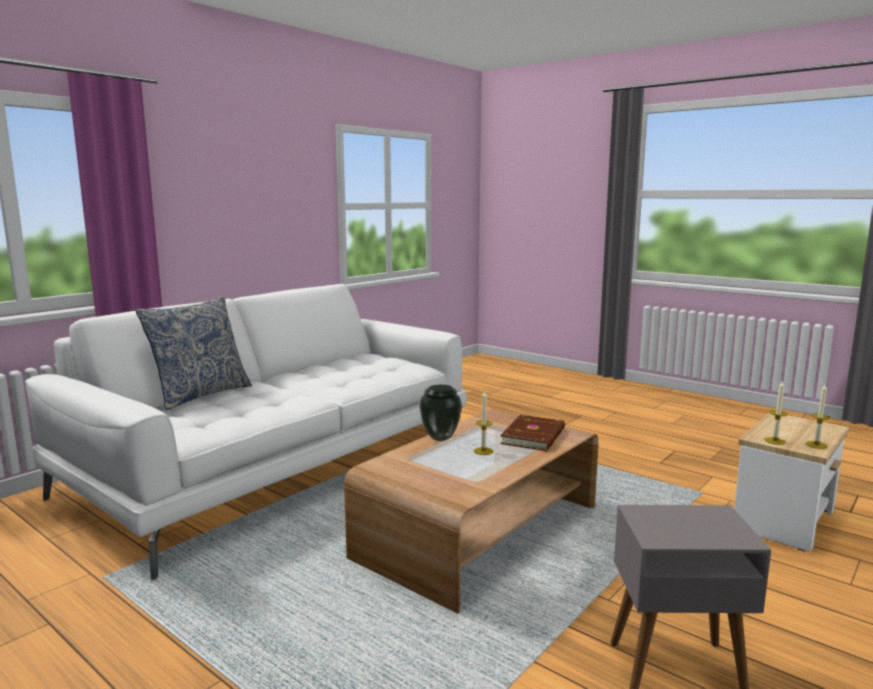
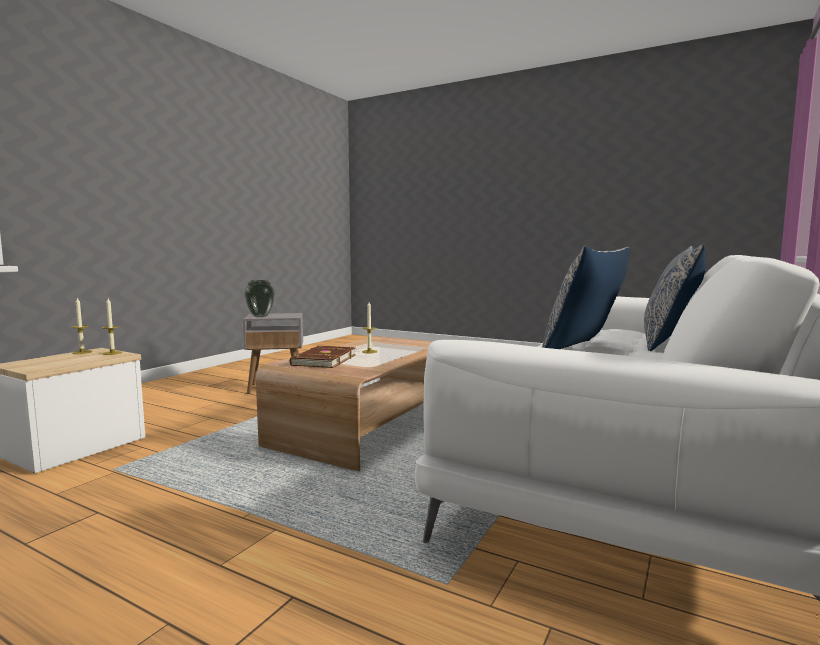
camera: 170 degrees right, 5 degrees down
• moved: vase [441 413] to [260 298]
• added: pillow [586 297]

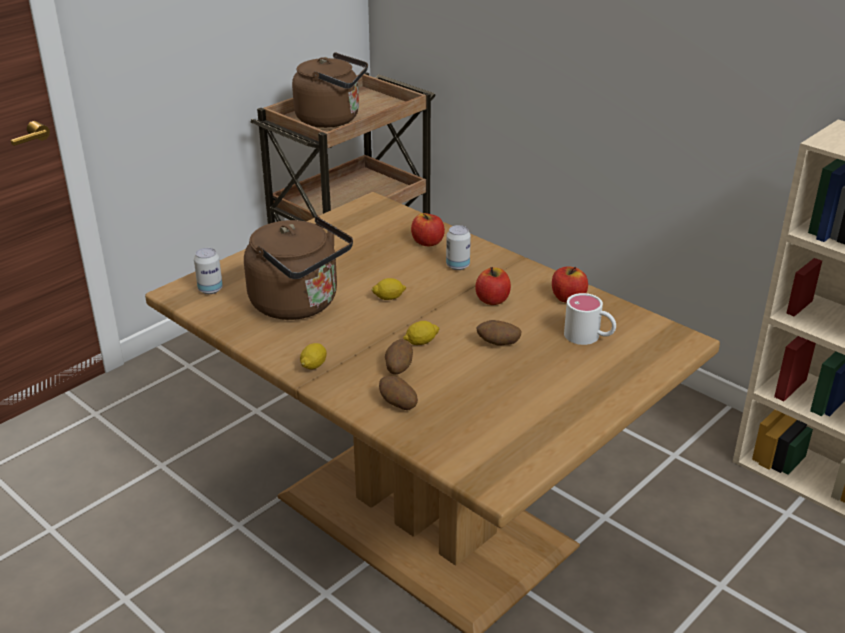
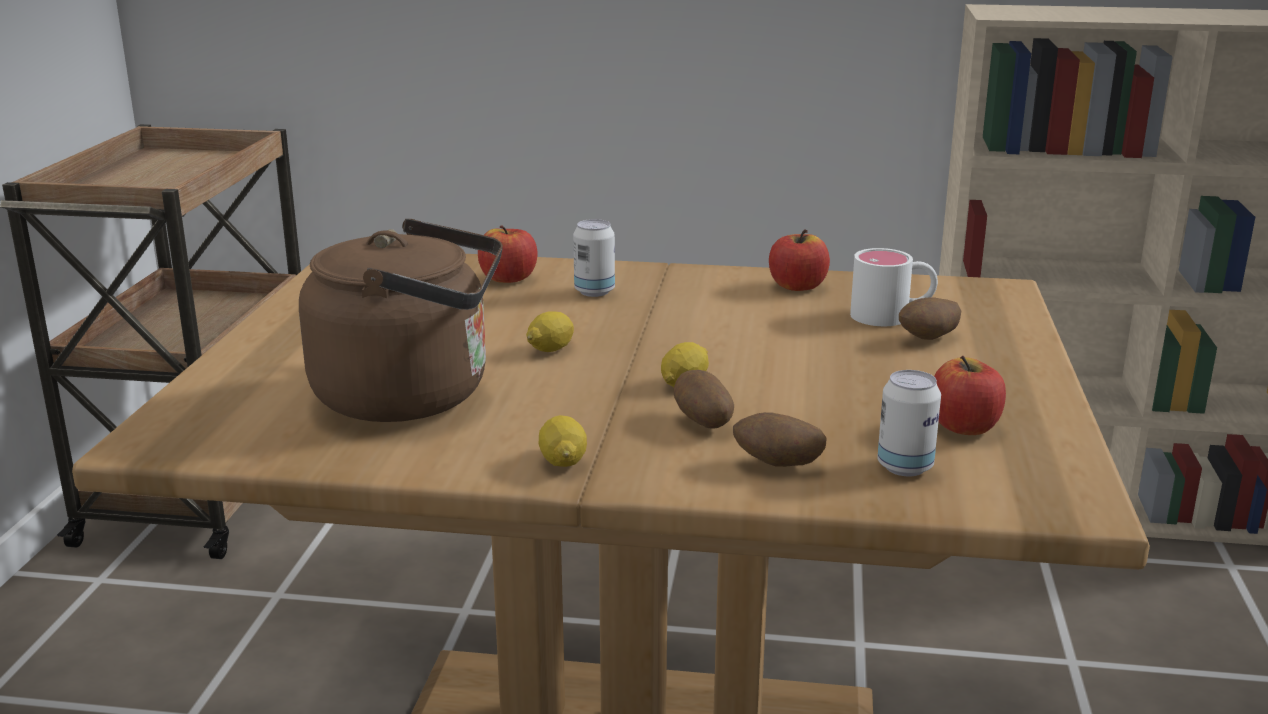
camera: 35 degrees left, 10 degrees down
• removed: brown kettle [330 90]
• moved: can [208 271] to [909 423]
• moved: apple [493 286] to [970 395]
• moved: potato [499 332] to [930 318]

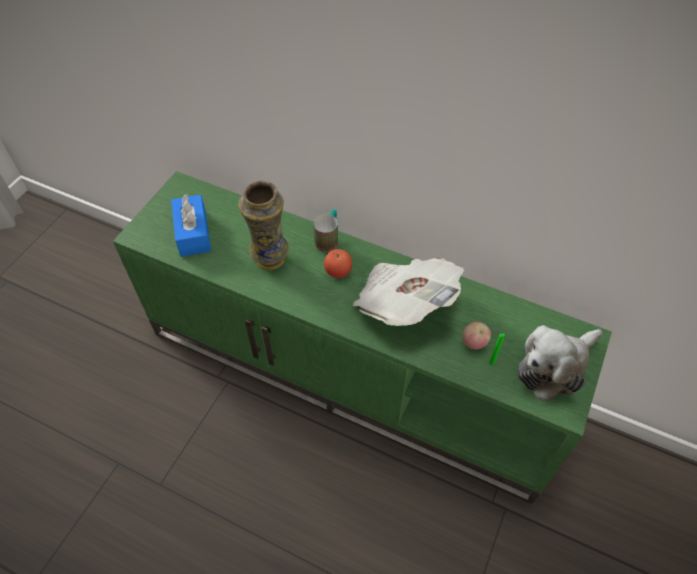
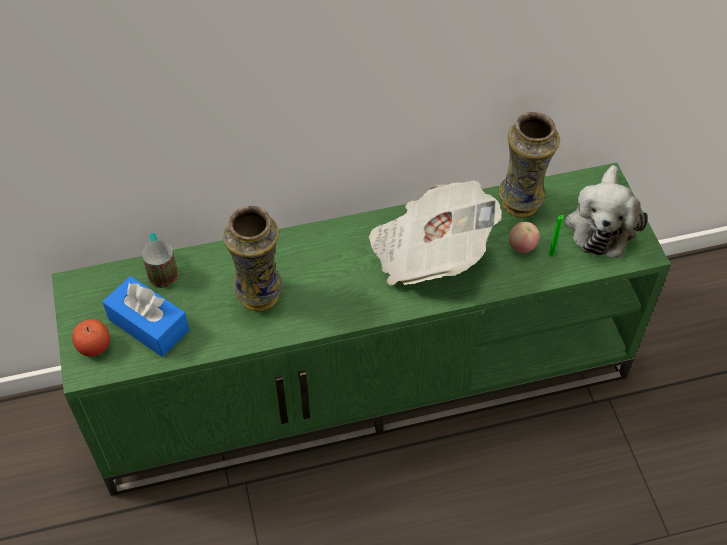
camera: 40 degrees left, 0 degrees up
• moved: mug [325 231] to [160 260]
• moved: apple [338 263] to [91 338]
• added: vase [529 165]

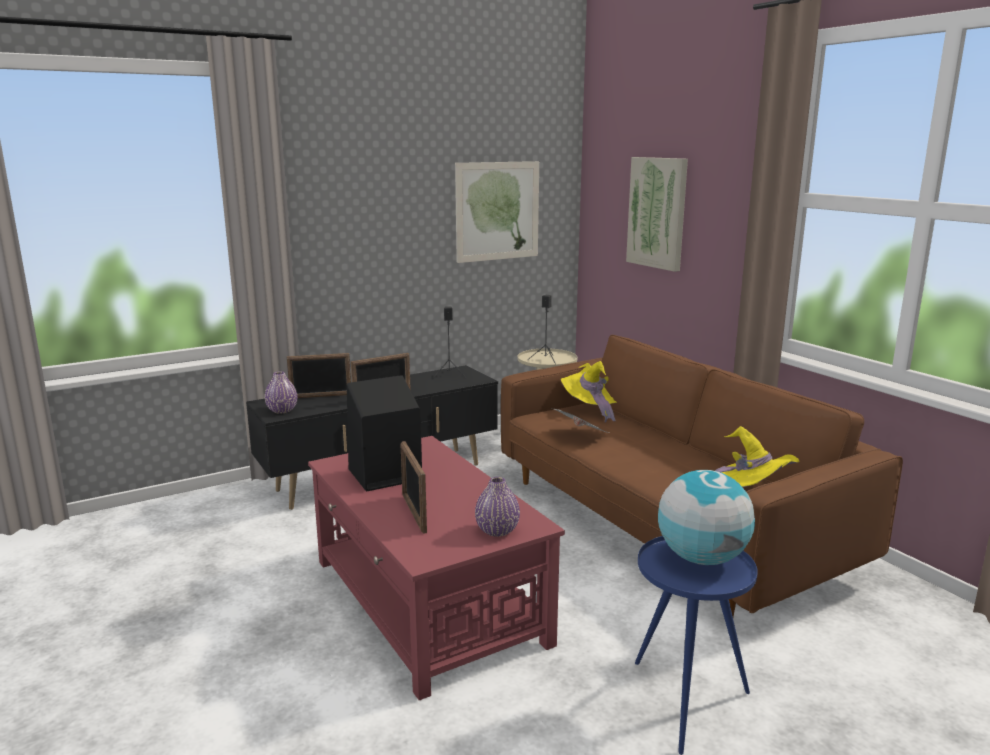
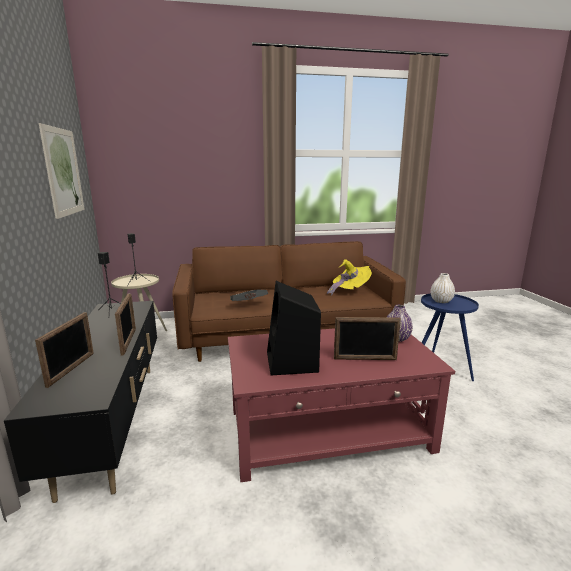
camera: 70 degrees left, 0 degrees up
• removed: picture [657 214]
• removed: yellow hat [589 391]
• removed: purple vase [281 392]
• replaced: globe [706 517] to white vase [442 288]

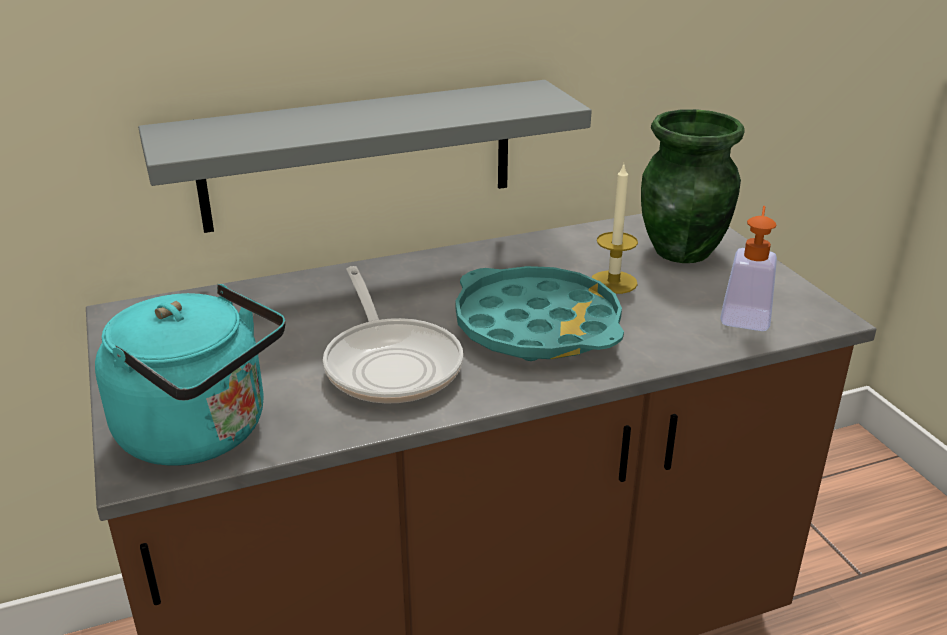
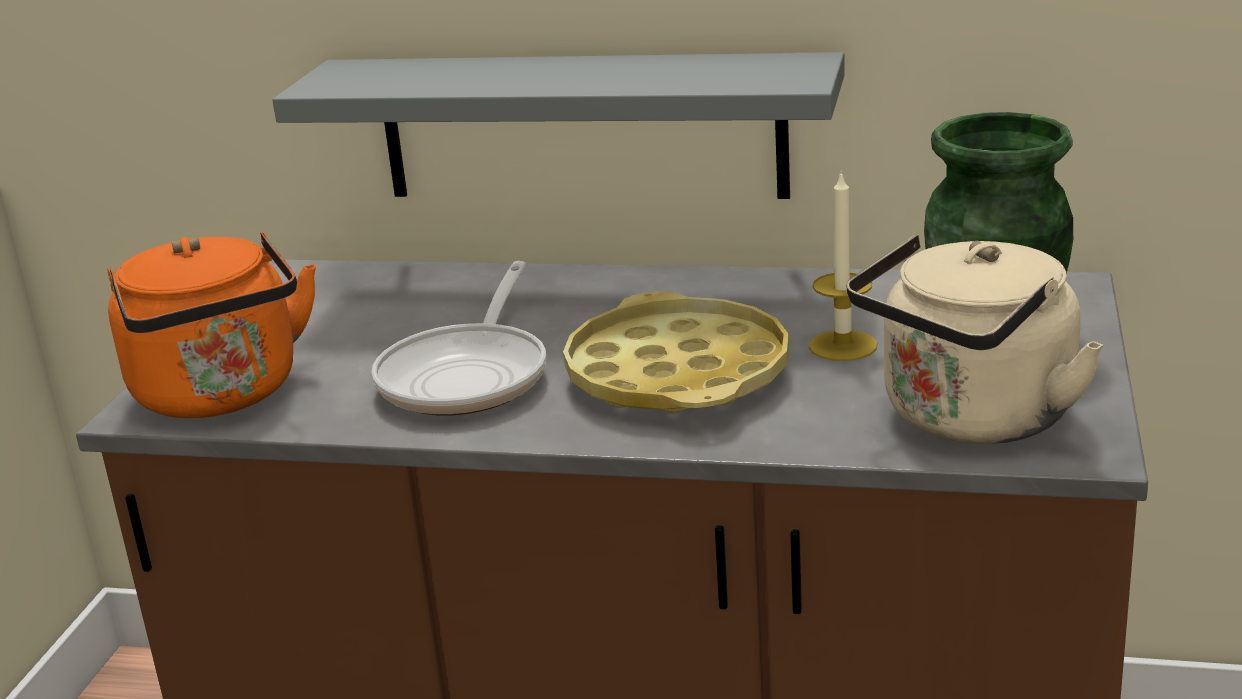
camera: 35 degrees right, 5 degrees down
• replaced: soap dispenser [748 268] to beige kettle [975 339]
• recoloured: turquoise tray [540 313] to yellow tray [676 352]
• recoloured: turquoise kettle [190 375] to orange kettle [211 325]

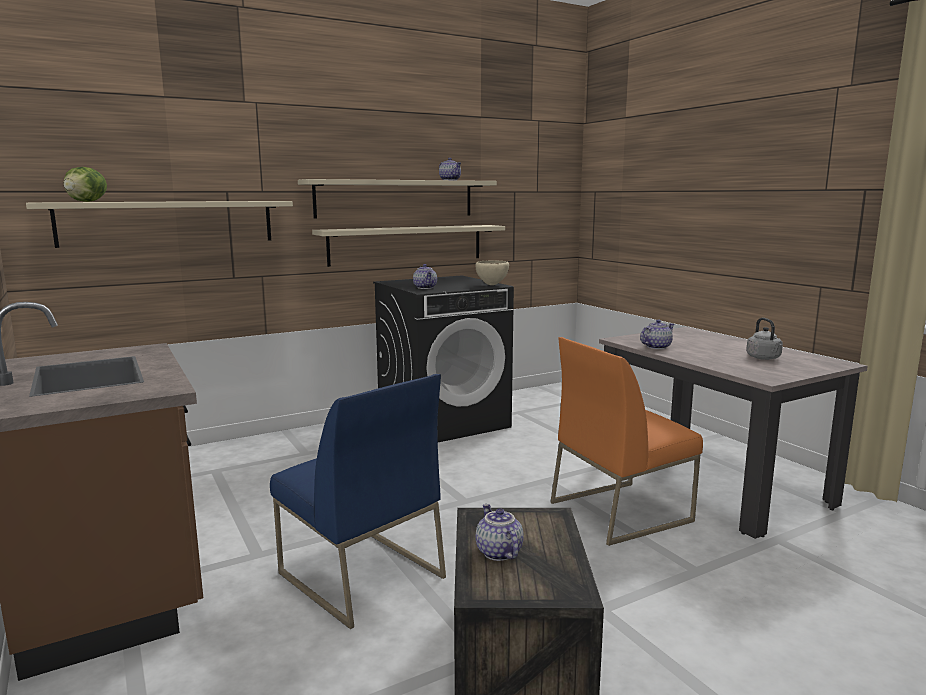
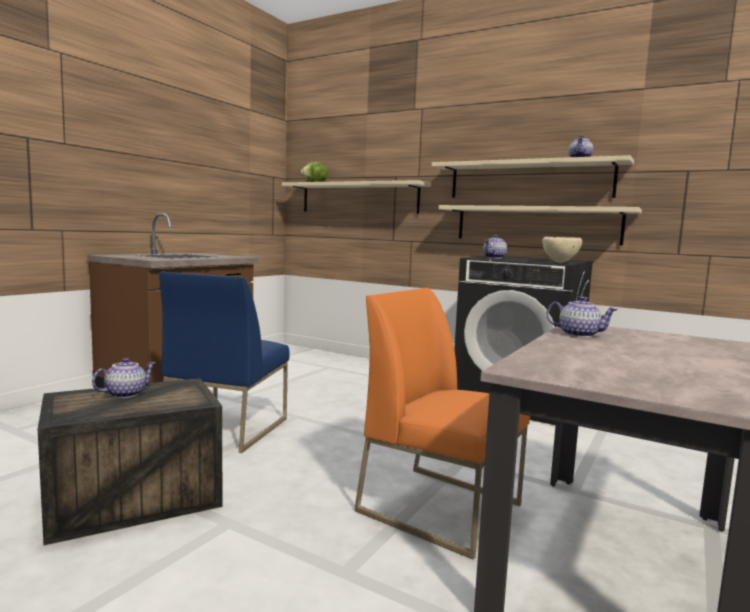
camera: 60 degrees right, 5 degrees down
• removed: grey kettle [764 339]

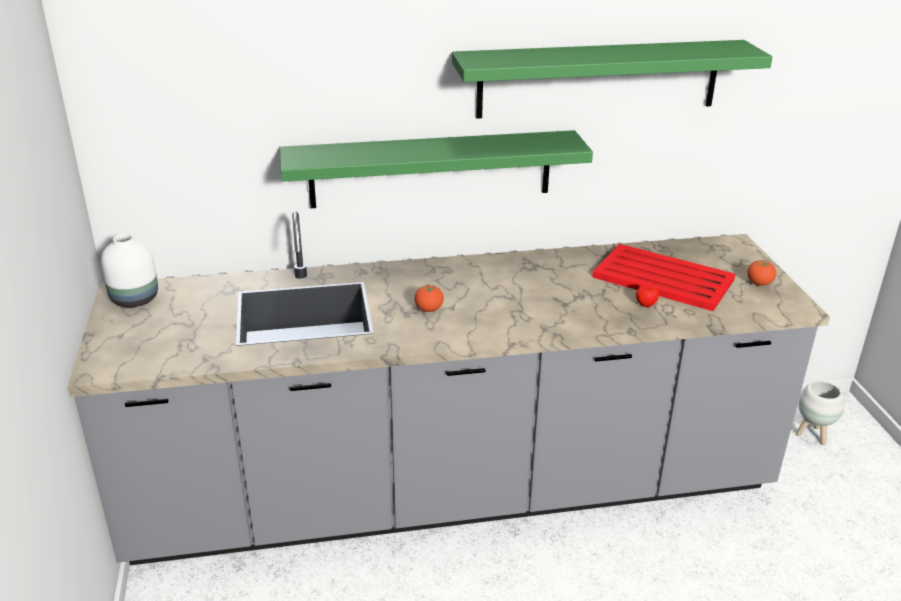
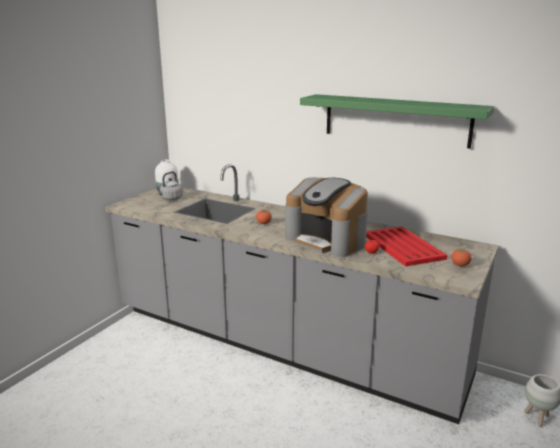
camera: 40 degrees right, 10 degrees down
• removed: green shelf [436 169]
• added: grey kettle [169 186]
• added: coffee machine [326 217]

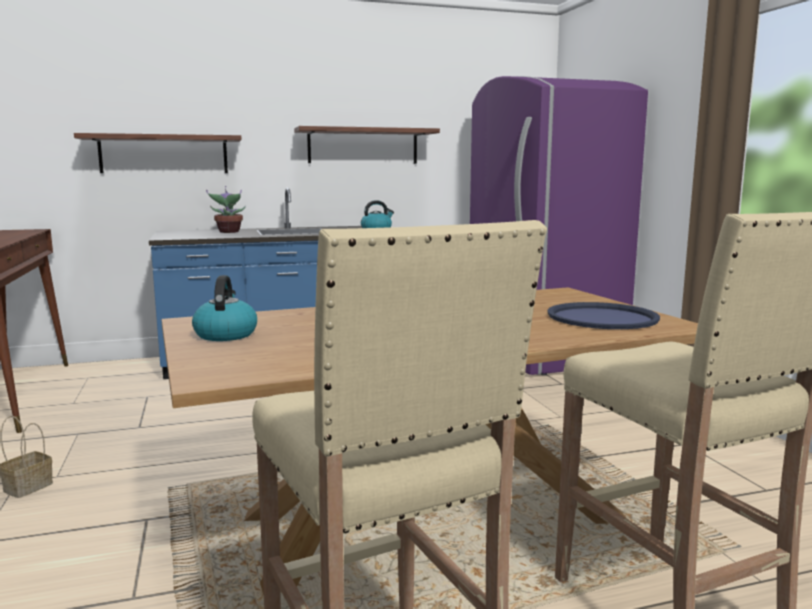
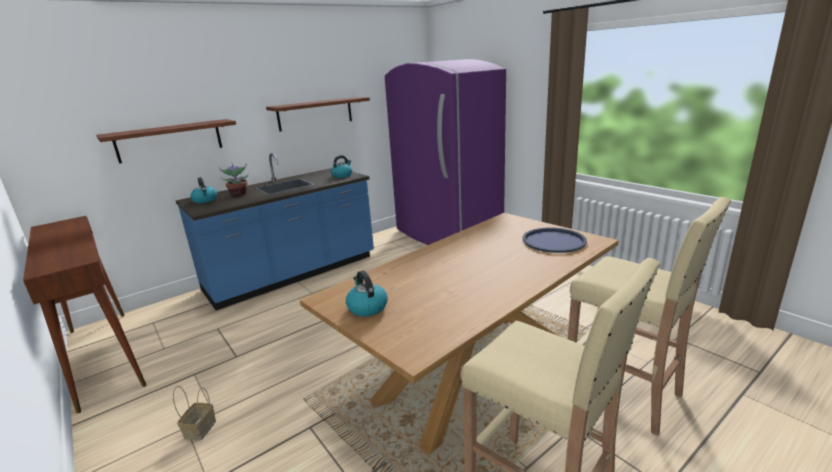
camera: 20 degrees left, 10 degrees up
• added: kettle [204 190]

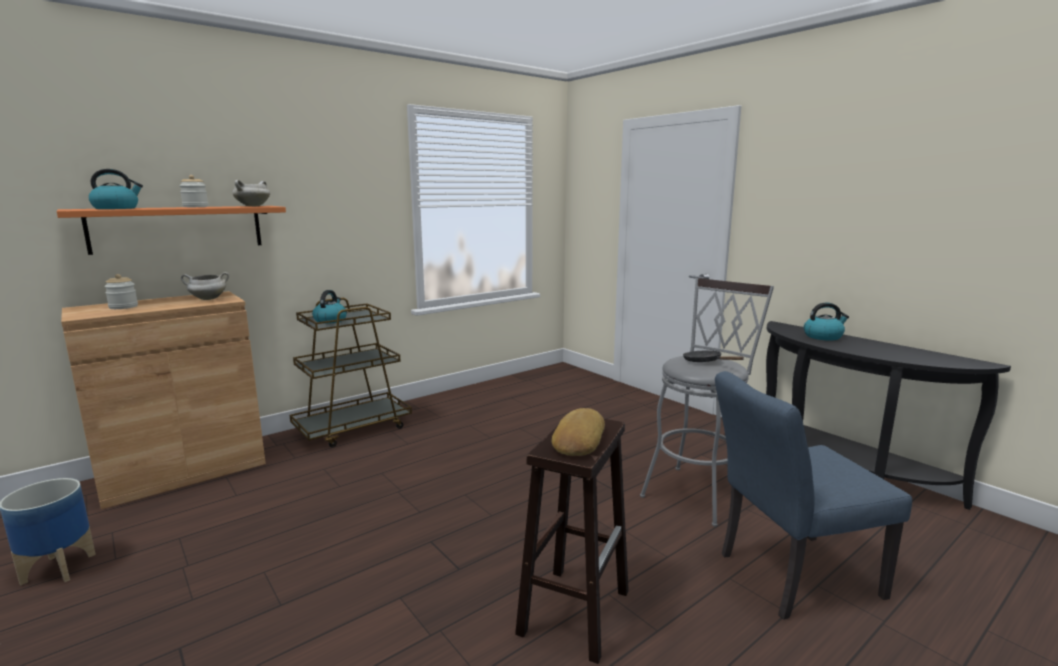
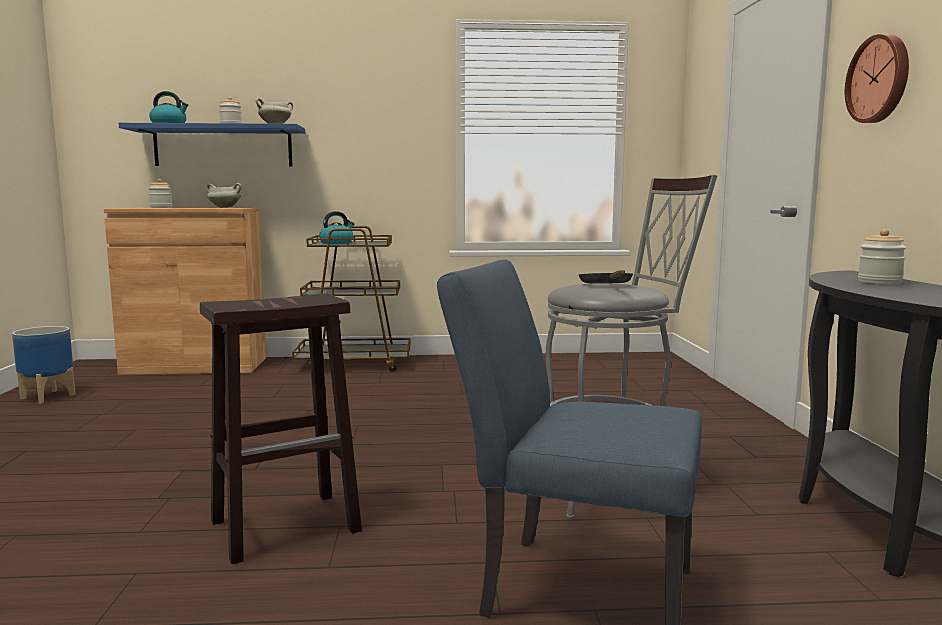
camera: 35 degrees right, 5 degrees down
• recoloured: orange shelf [171 230] to blue shelf [212 144]
• replaced: kettle [826 321] to jar [882 256]
• removed: bread [578 432]
• added: wall clock [877 78]

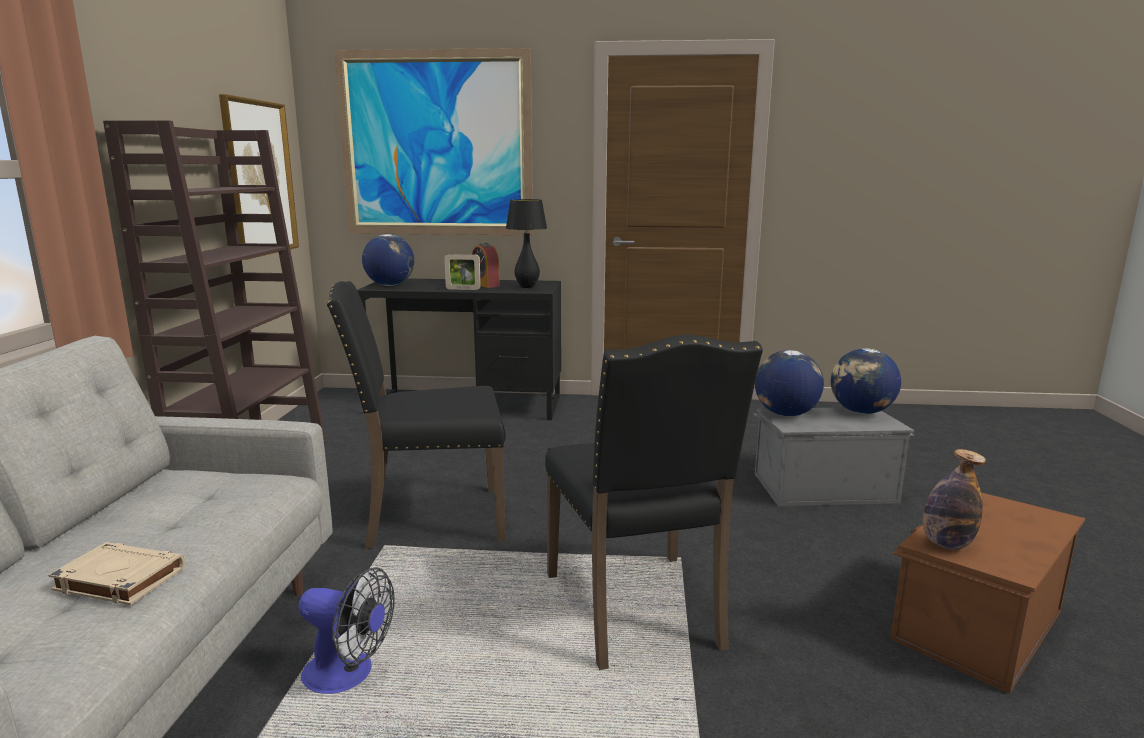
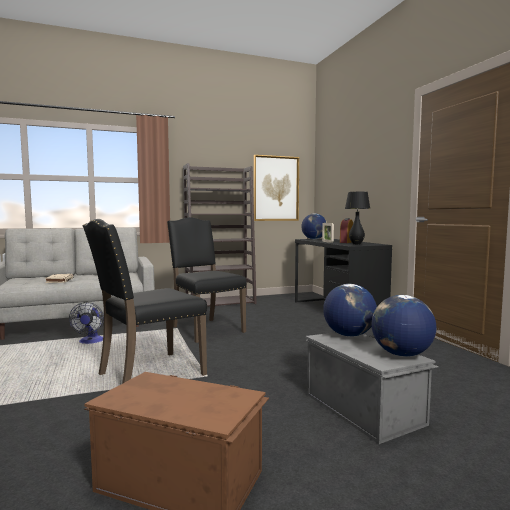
camera: 65 degrees right, 10 degrees down
• removed: picture [433 141]
• removed: bottle [954 499]

